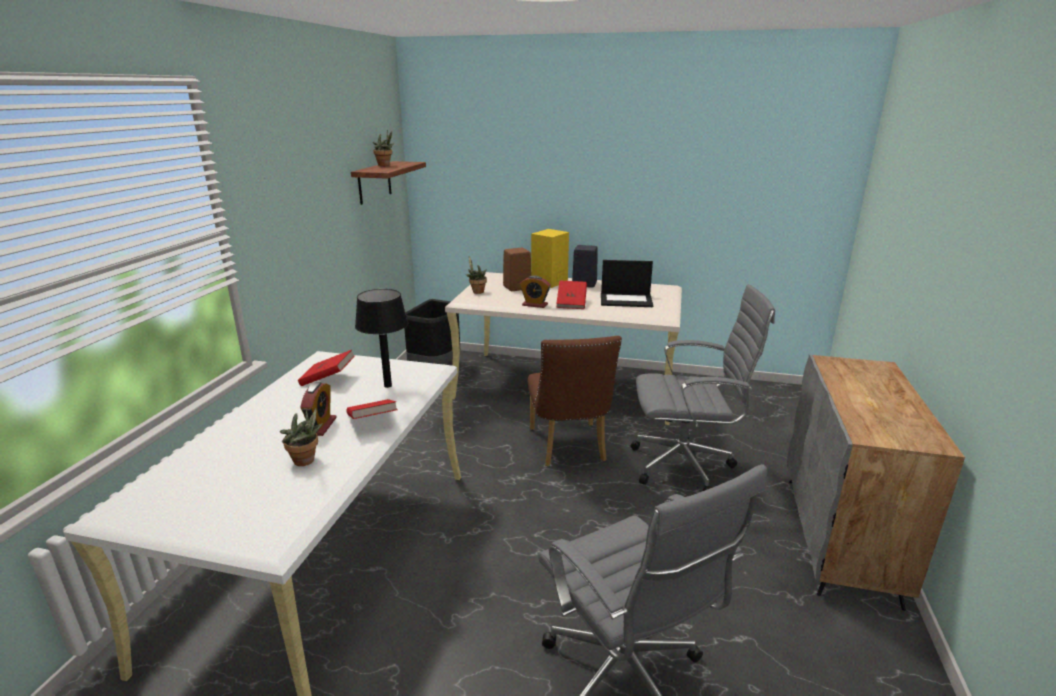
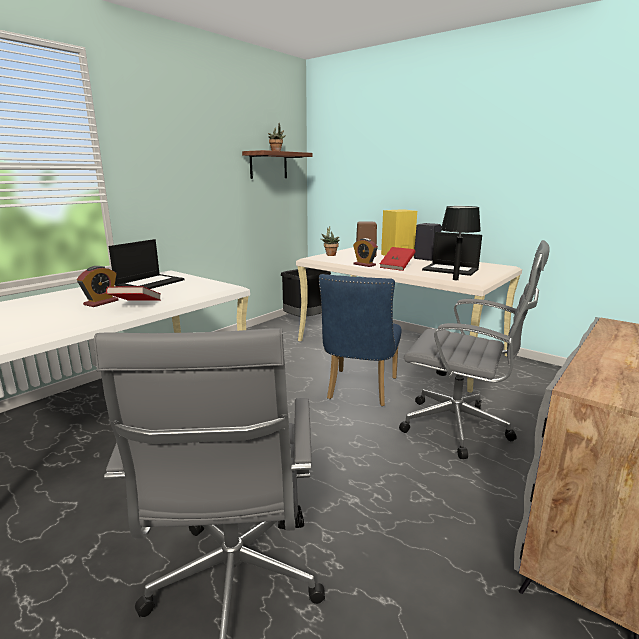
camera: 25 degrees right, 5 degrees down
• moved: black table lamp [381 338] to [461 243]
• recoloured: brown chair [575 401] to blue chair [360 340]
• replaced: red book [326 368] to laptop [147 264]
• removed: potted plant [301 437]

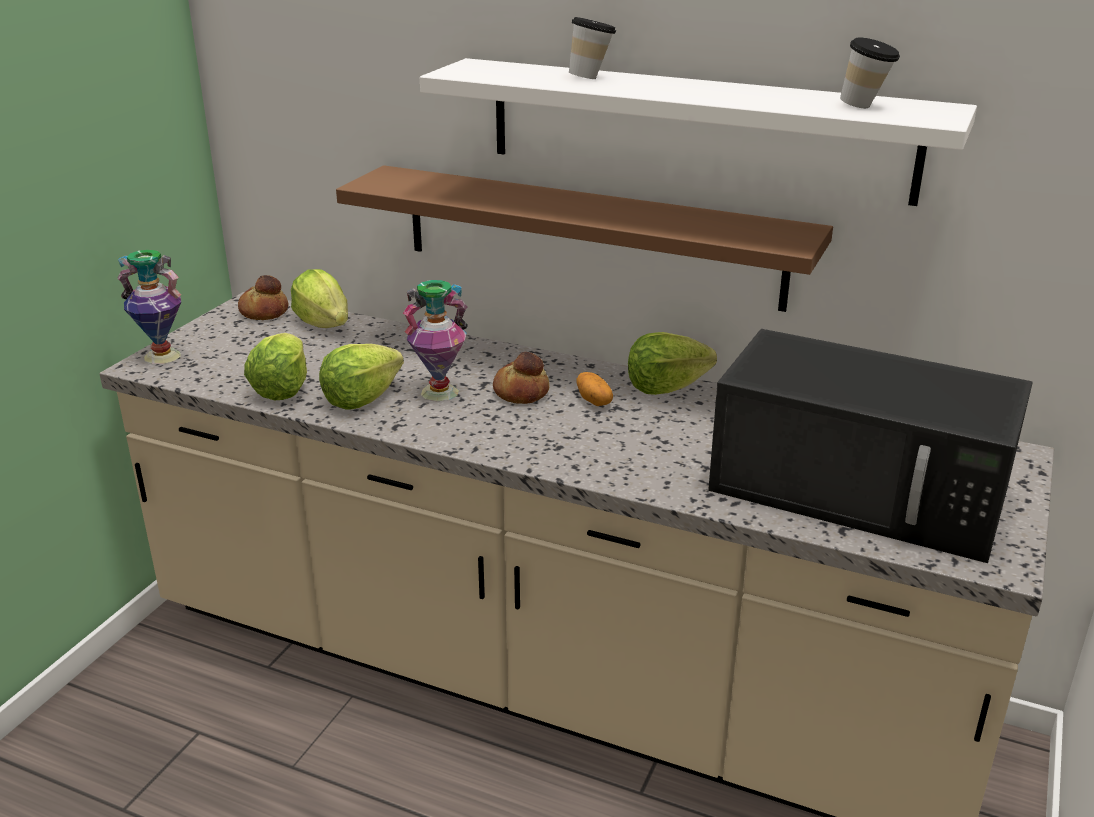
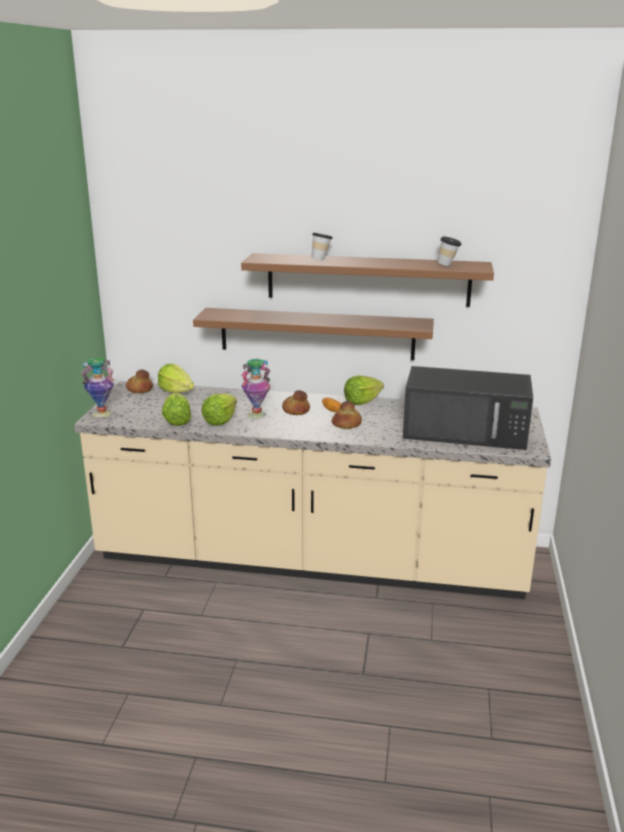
camera: 15 degrees left, 5 degrees down
• recoloured: white shelf [698 132] to brown shelf [367 280]
• added: bread [347 415]

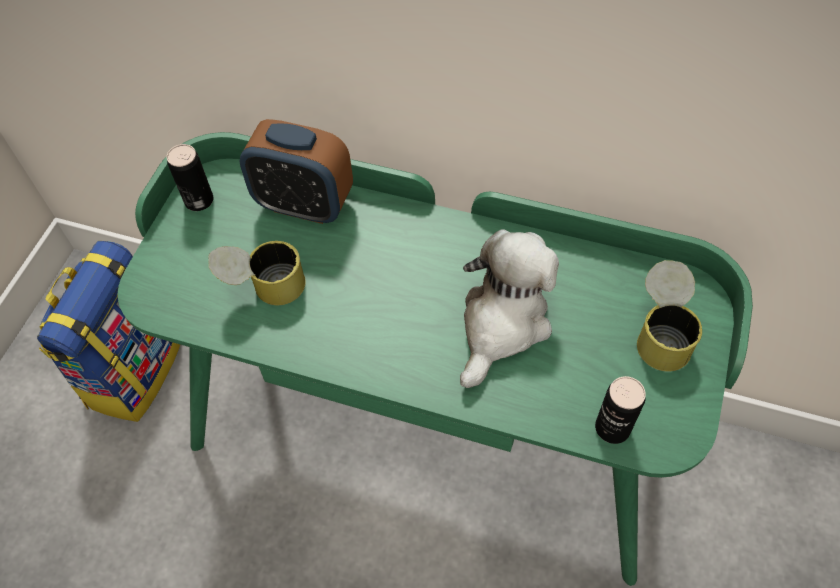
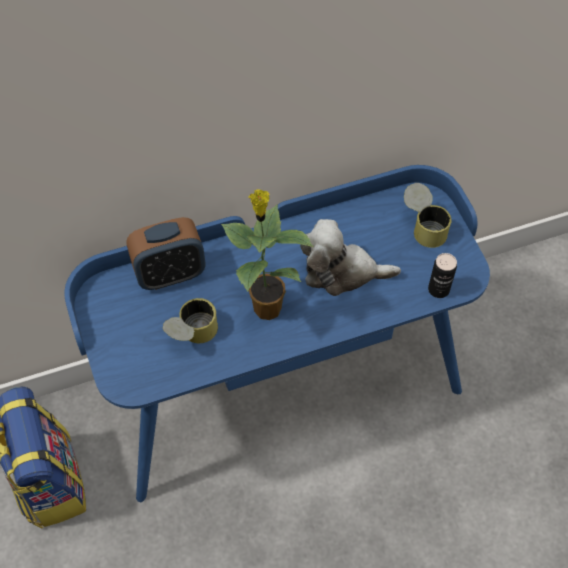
camera: 40 degrees left, 0 degrees up
• recoloured: green desk [435 359] to blue desk [277 333]
• removed: can [190 177]
• turned: plush toy [509 308] = [350 257] 75 degrees counterclockwise
• added: potted plant [267 254]

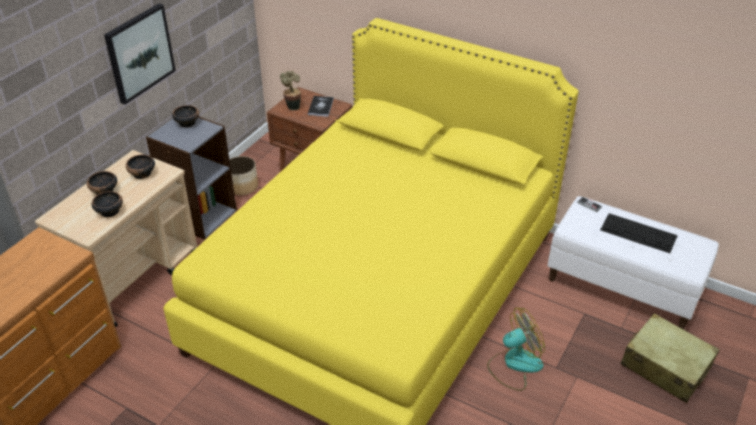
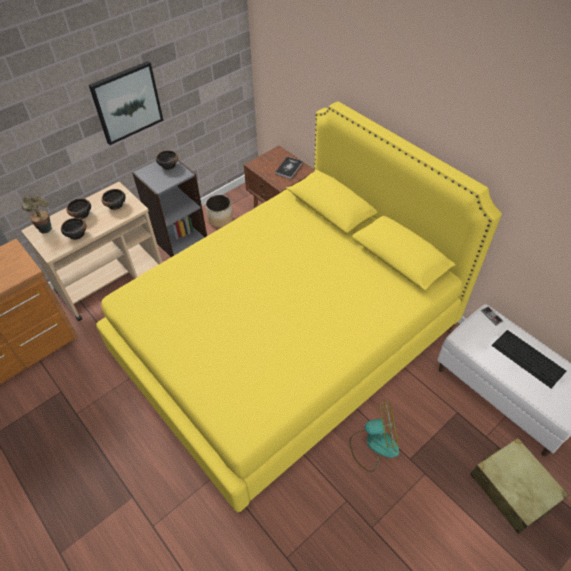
camera: 20 degrees right, 10 degrees up
• moved: potted plant [290 90] to [36 214]

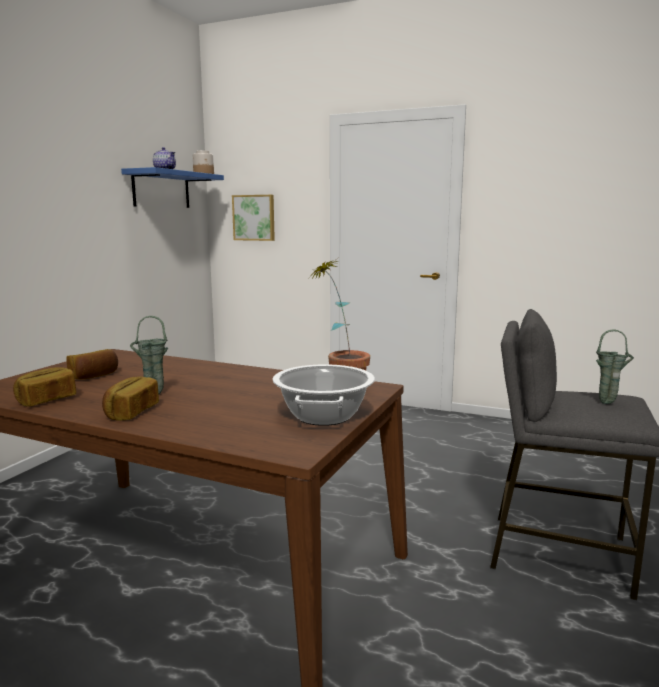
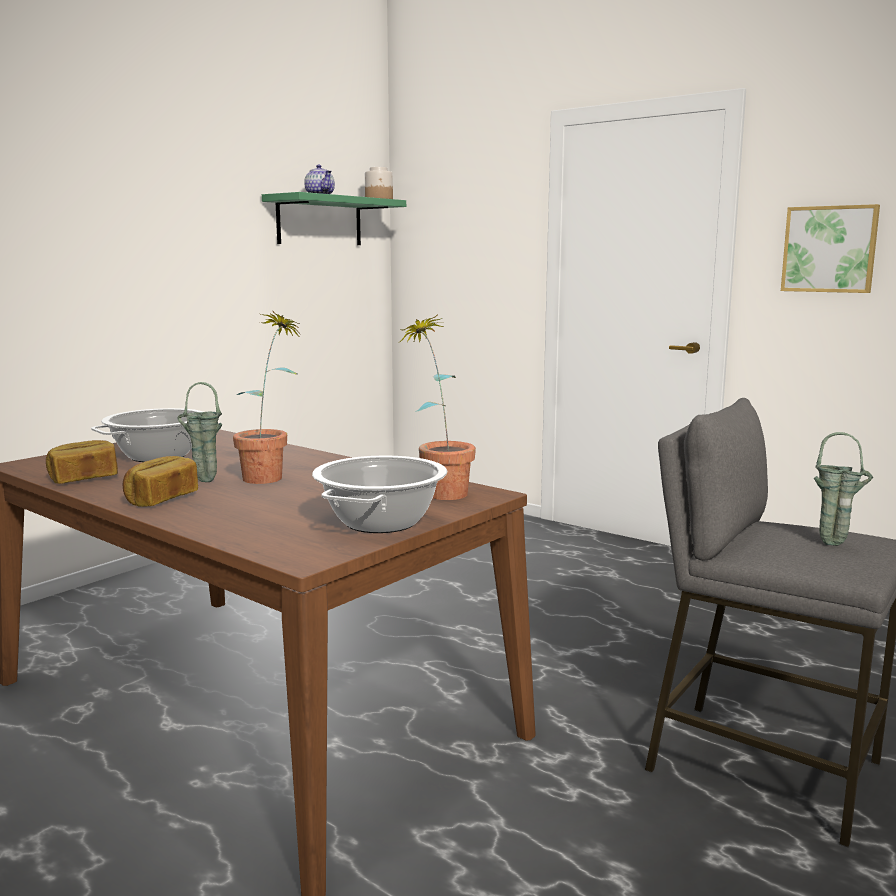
camera: 15 degrees right, 0 degrees up
• recoloured: blue shelf [172 187] to green shelf [334 218]
• moved: picture [253 218] to [830 248]
• replaced: bread [92 364] to cooking pot [147 435]
• added: potted plant [267 397]

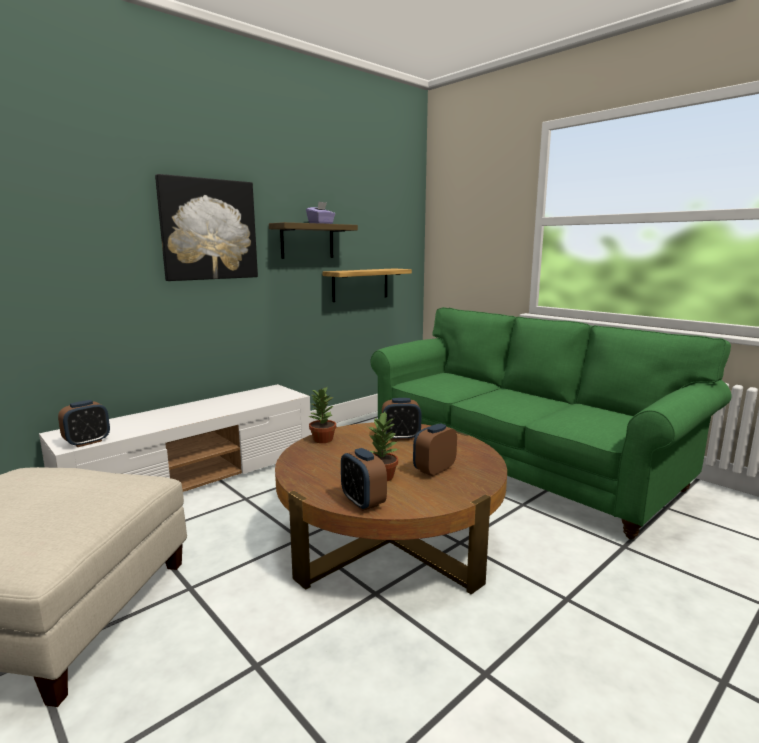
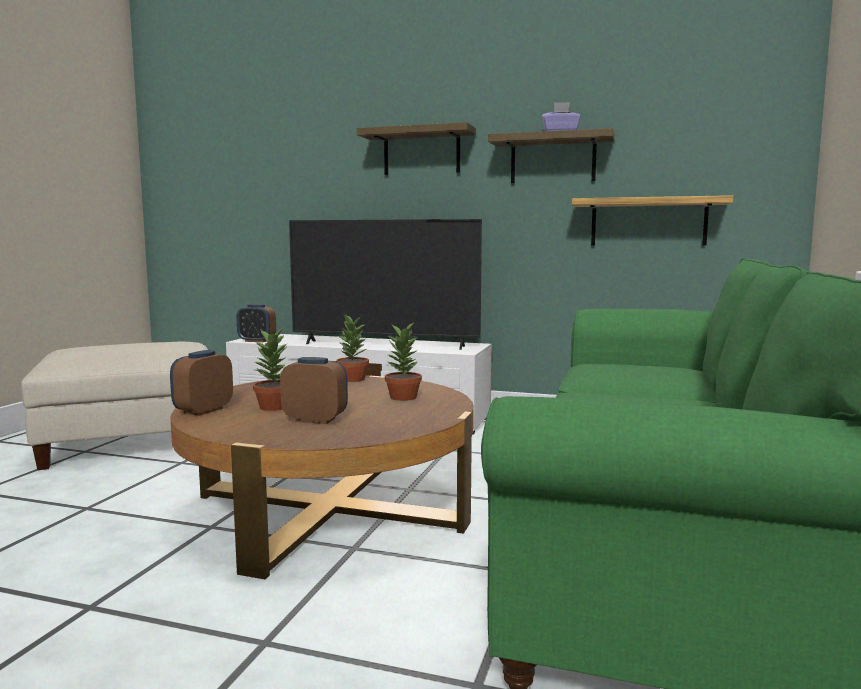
camera: 60 degrees right, 5 degrees down
• replaced: picture [206 227] to shelf [416 148]
• replaced: alarm clock [402 419] to potted plant [403 361]
• added: television [385 284]

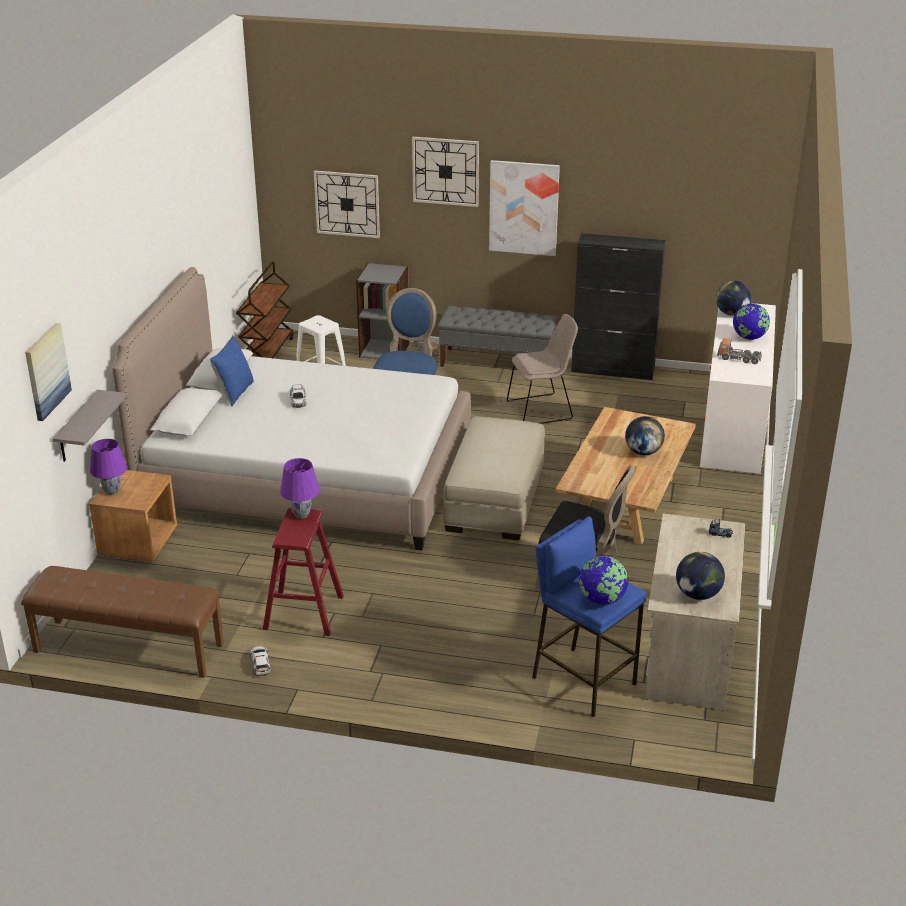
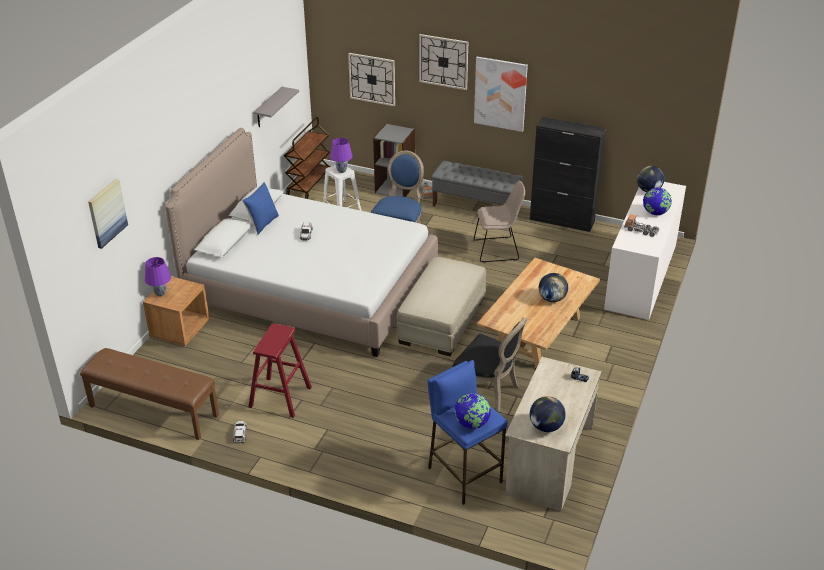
camera: 10 degrees right, 5 degrees up
• moved: grey shelf [90 426] to [276 107]
• moved: purple table lamp [300 488] to [341 155]

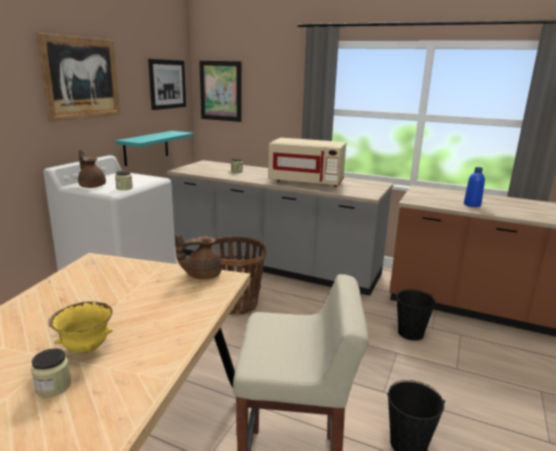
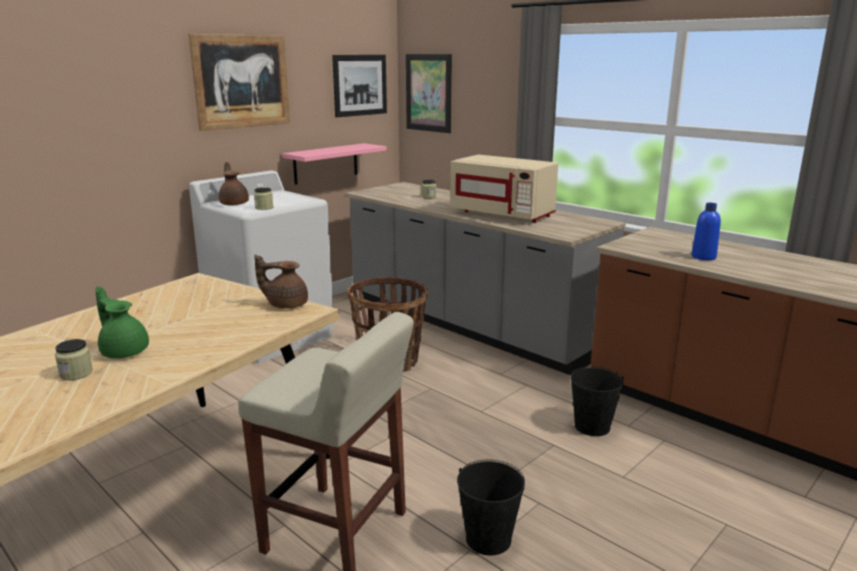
camera: 20 degrees right, 0 degrees up
• recoloured: turquoise shelf [154 148] to pink shelf [334 164]
• replaced: yellow bowl [80 327] to green teapot [122 322]

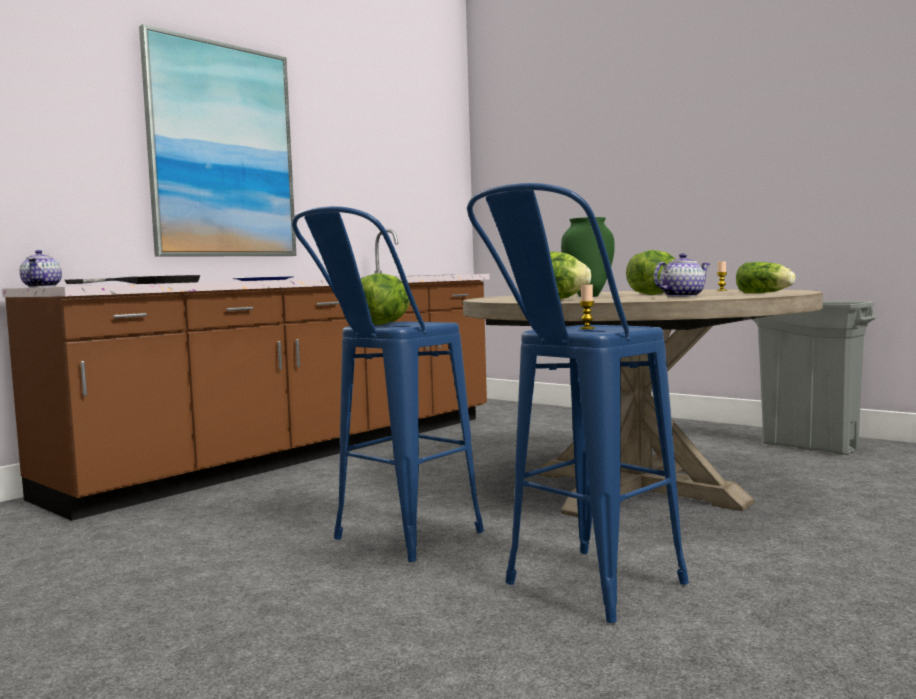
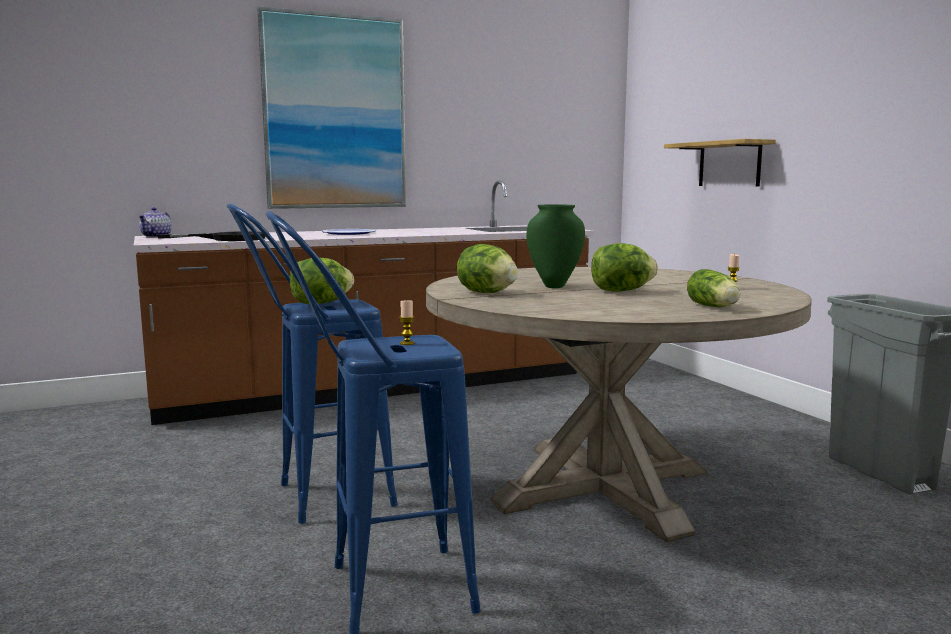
camera: 25 degrees right, 5 degrees up
• removed: teapot [682 275]
• added: shelf [720 163]

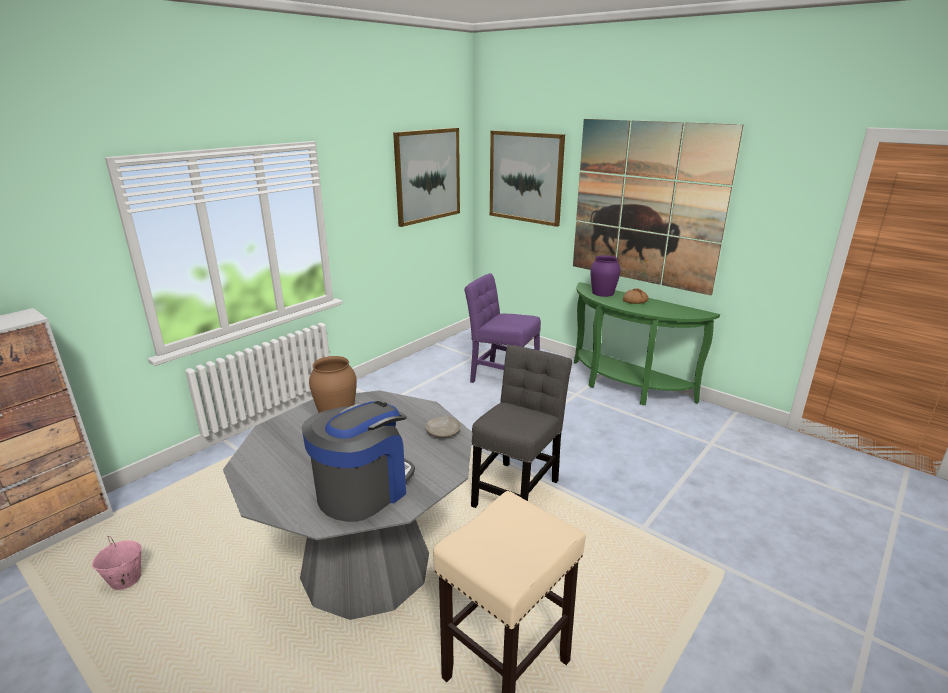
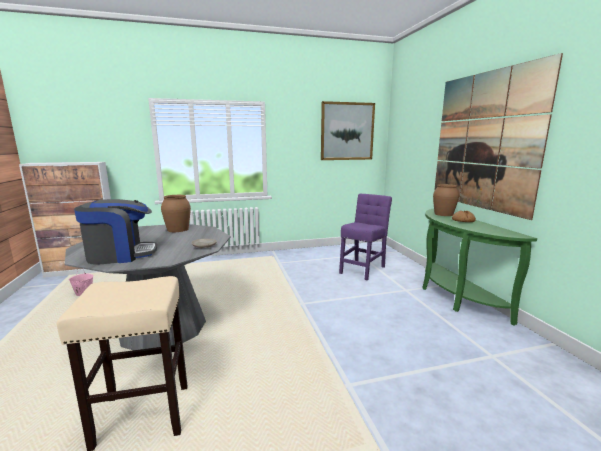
camera: 35 degrees right, 10 degrees down
• removed: picture [527 178]
• recoloured: purple vase [605 276] to brown vase [446 200]
• turned: purple chair [502 328] = [365 237] 60 degrees clockwise
• removed: grey chair [521 426]

